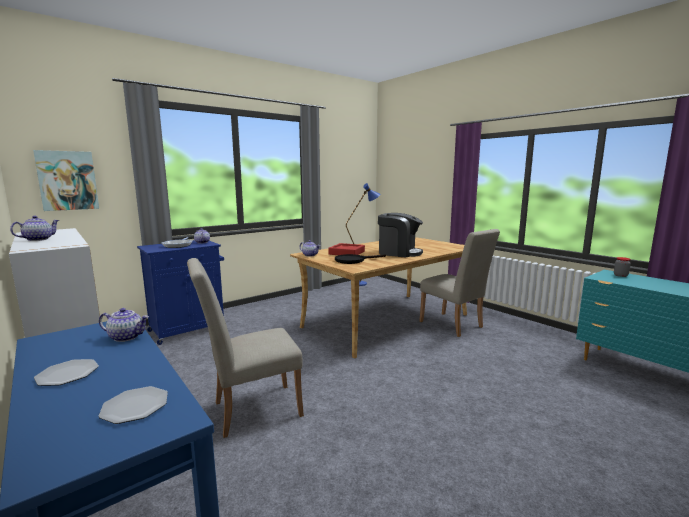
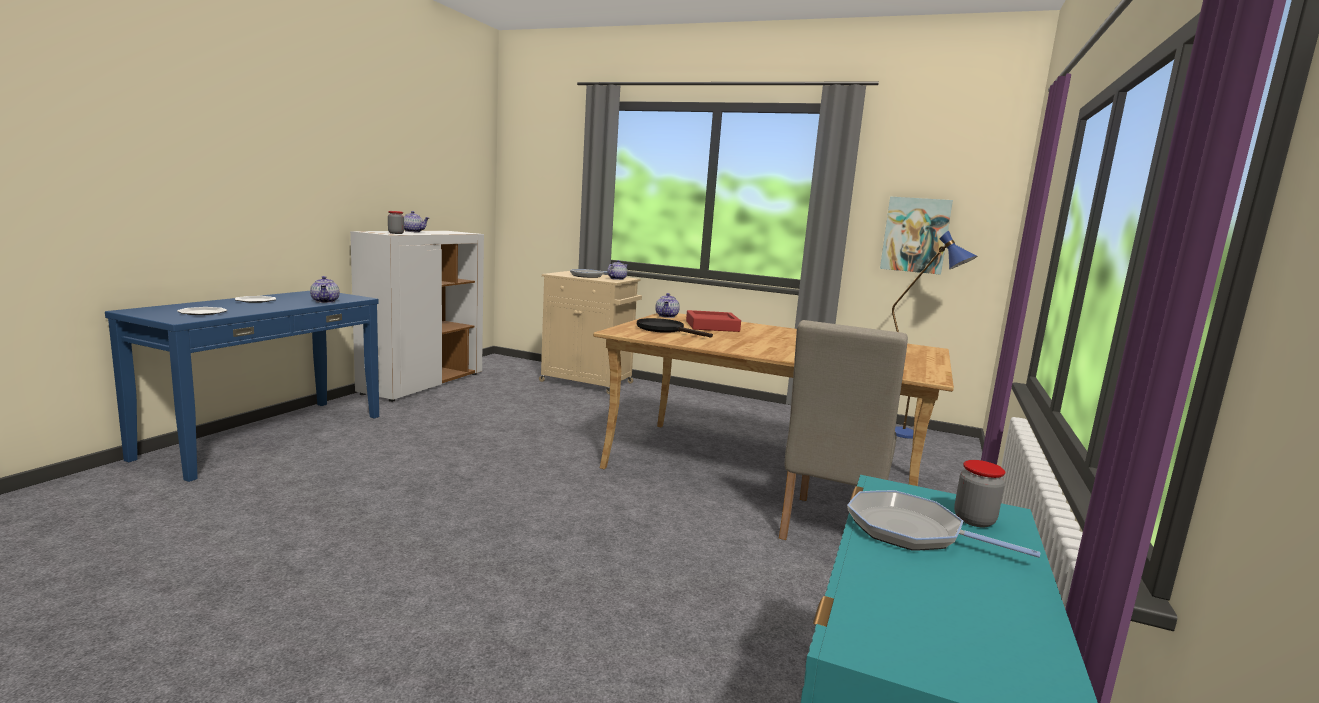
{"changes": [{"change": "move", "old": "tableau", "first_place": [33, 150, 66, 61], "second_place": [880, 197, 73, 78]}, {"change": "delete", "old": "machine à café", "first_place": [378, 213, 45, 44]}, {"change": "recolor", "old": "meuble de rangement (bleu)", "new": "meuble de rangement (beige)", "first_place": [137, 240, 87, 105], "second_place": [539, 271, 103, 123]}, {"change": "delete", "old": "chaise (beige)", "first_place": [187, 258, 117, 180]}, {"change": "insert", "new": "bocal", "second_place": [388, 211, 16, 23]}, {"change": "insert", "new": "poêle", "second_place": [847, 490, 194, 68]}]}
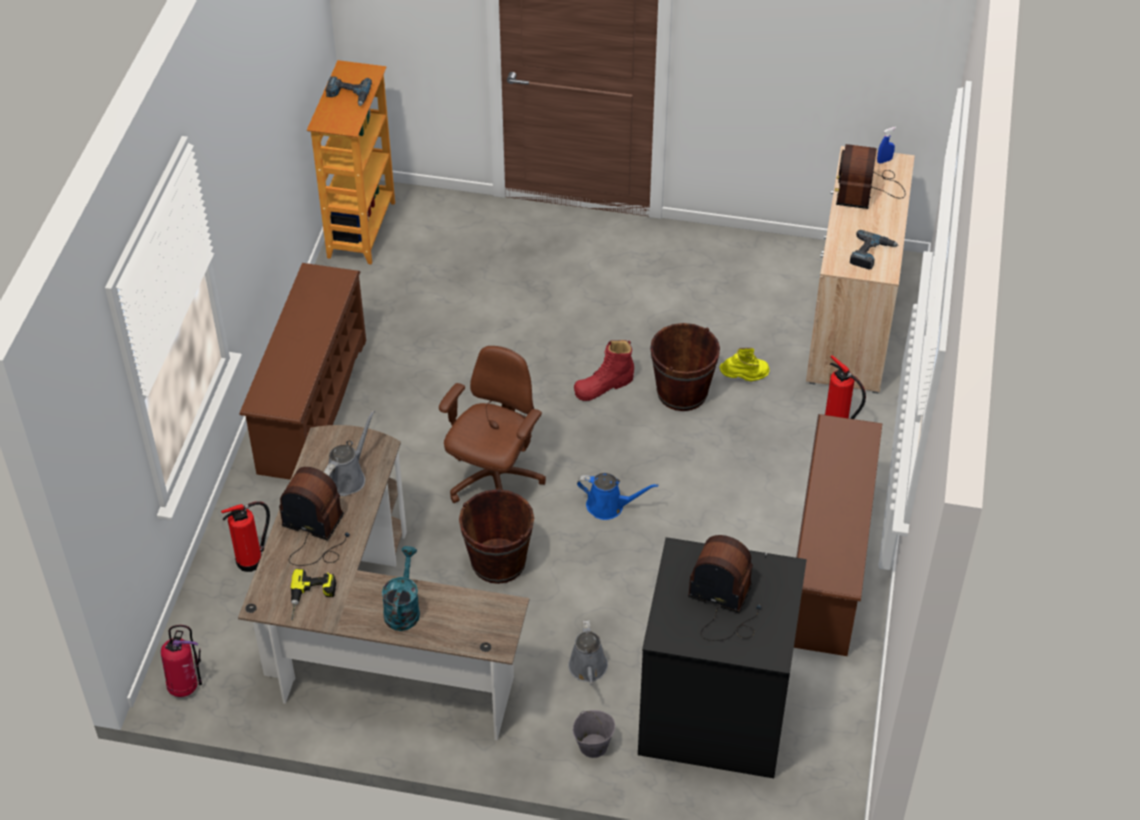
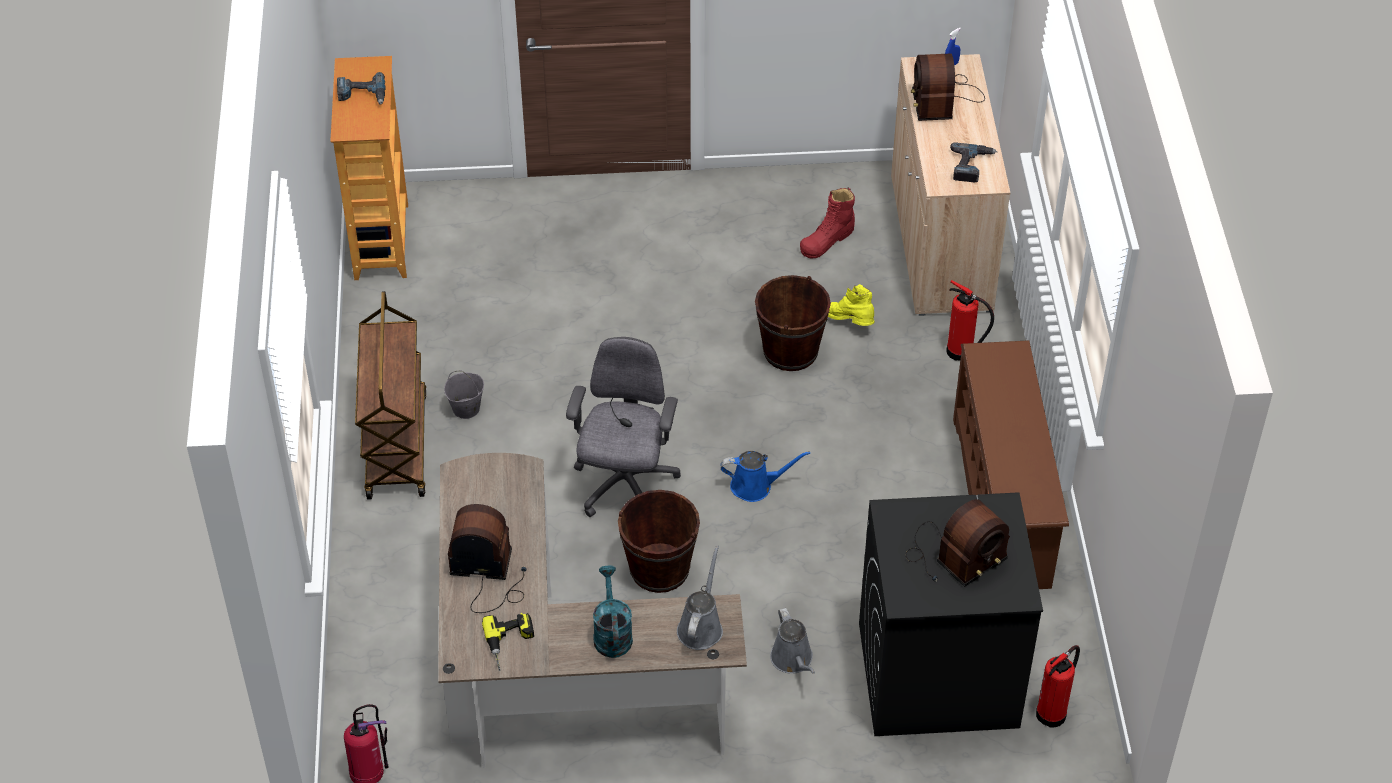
{"changes": [{"change": "replace", "old": "étagère à chaussures (marron)", "new": "chariot (marron)", "first_place": [240, 263, 126, 217], "second_place": [355, 291, 72, 209]}, {"change": "move", "old": "botte (rouge)", "first_place": [574, 340, 60, 61], "second_place": [800, 188, 55, 71]}, {"change": "recolor", "old": "chaise de bureau (marron)", "new": "chaise de bureau (gris)", "first_place": [439, 346, 107, 157], "second_place": [566, 337, 115, 180]}, {"change": "rotate", "old": "botte (jaune)", "first_place": [720, 348, 50, 33], "second_place": [828, 284, 46, 42], "degrees": -105}, {"change": "move", "old": "arrosoir (gris)", "first_place": [324, 410, 51, 86], "second_place": [677, 545, 46, 105]}, {"change": "move", "old": "extincteur", "first_place": [221, 501, 49, 71], "second_place": [1036, 645, 44, 83]}, {"change": "rotate", "old": "radio", "first_place": [688, 535, 74, 106], "second_place": [906, 499, 104, 88], "degrees": 135}, {"change": "move", "old": "seau (gris)", "first_place": [573, 710, 42, 48], "second_place": [444, 371, 40, 48]}]}
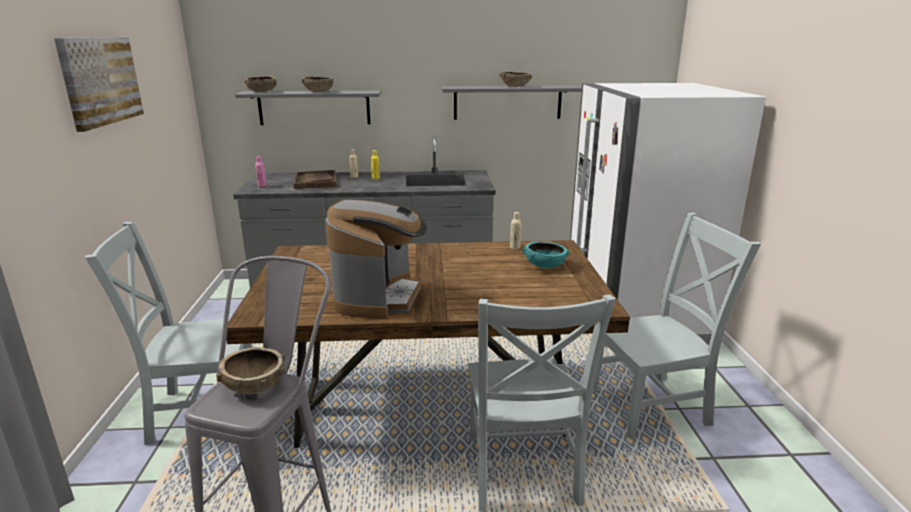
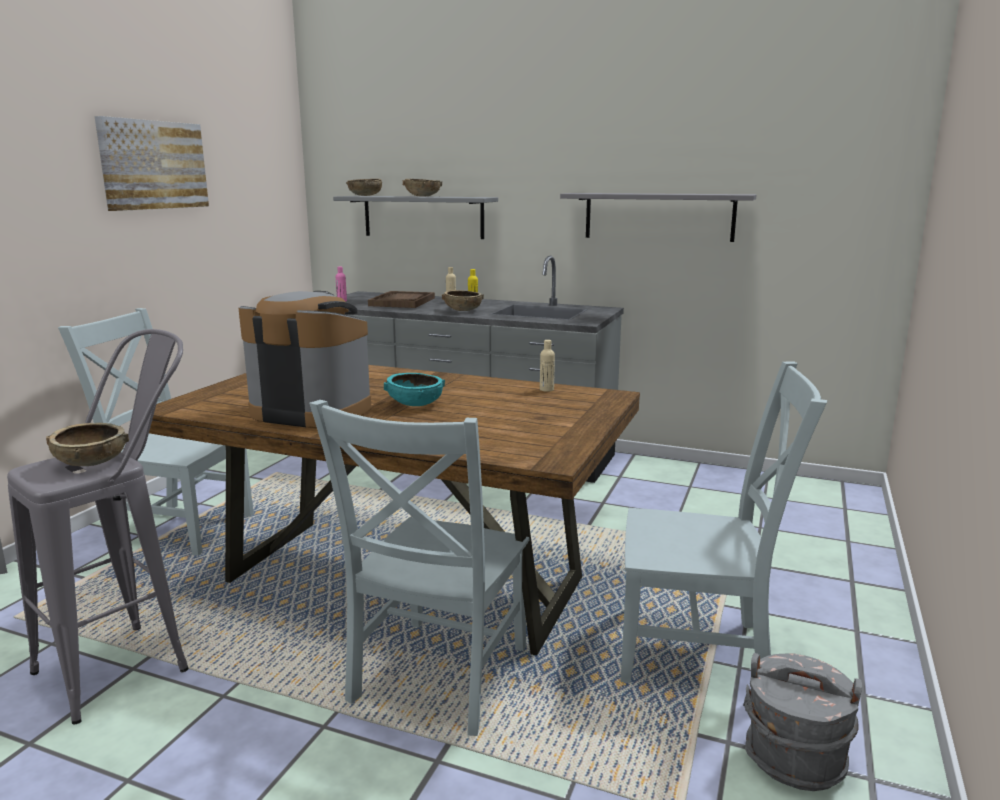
{"changes": [{"change": "move", "old": "bol (marron)", "first_place": [500, 72, 32, 15], "second_place": [442, 290, 42, 21]}, {"change": "delete", "old": "réfrigérateur (blanc)", "first_place": [570, 83, 196, 263]}, {"change": "rotate", "old": "machine à café", "first_place": [325, 199, 102, 120], "second_place": [239, 291, 132, 137], "degrees": -105}, {"change": "move", "old": "bol (turquoise)", "first_place": [523, 242, 46, 26], "second_place": [384, 373, 61, 33]}, {"change": "insert", "new": "seau (gris)", "second_place": [743, 653, 119, 138]}]}
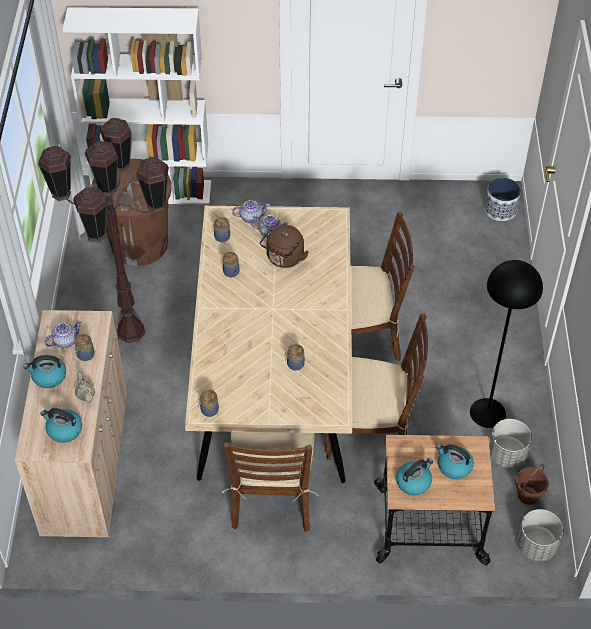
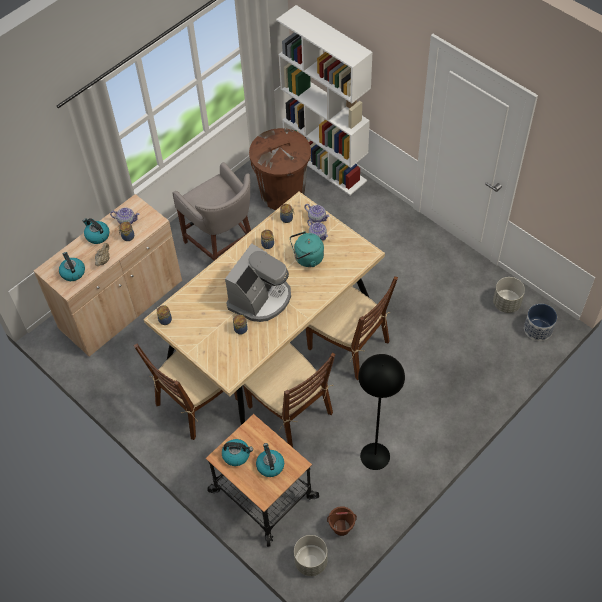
{"changes": [{"change": "replace", "old": "lampadaire (marron)", "new": "tabouret (gris)", "first_place": [38, 118, 131, 225], "second_place": [173, 162, 78, 99]}, {"change": "recolor", "old": "bouilloire (marron)", "new": "bouilloire (turquoise)", "first_place": [260, 225, 49, 43], "second_place": [290, 231, 34, 36]}, {"change": "move", "old": "cache-pot (gris)", "first_place": [489, 419, 43, 49], "second_place": [493, 277, 32, 36]}, {"change": "insert", "new": "machine à café", "second_place": [225, 243, 66, 79]}]}
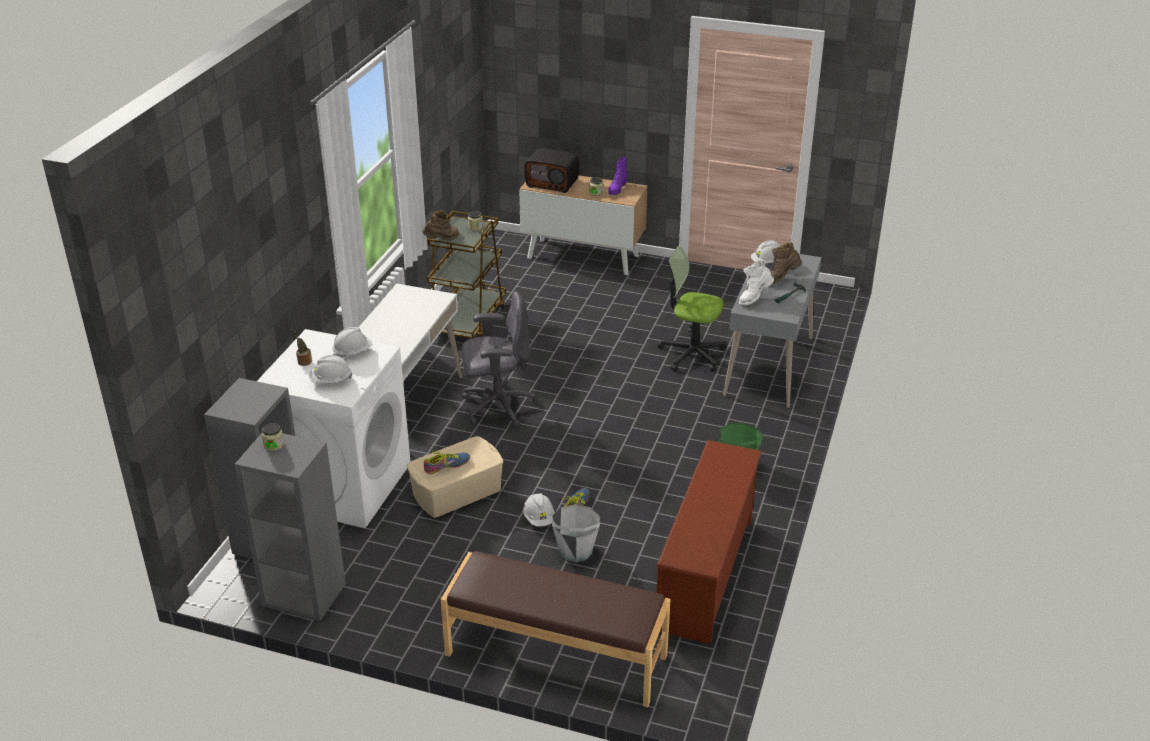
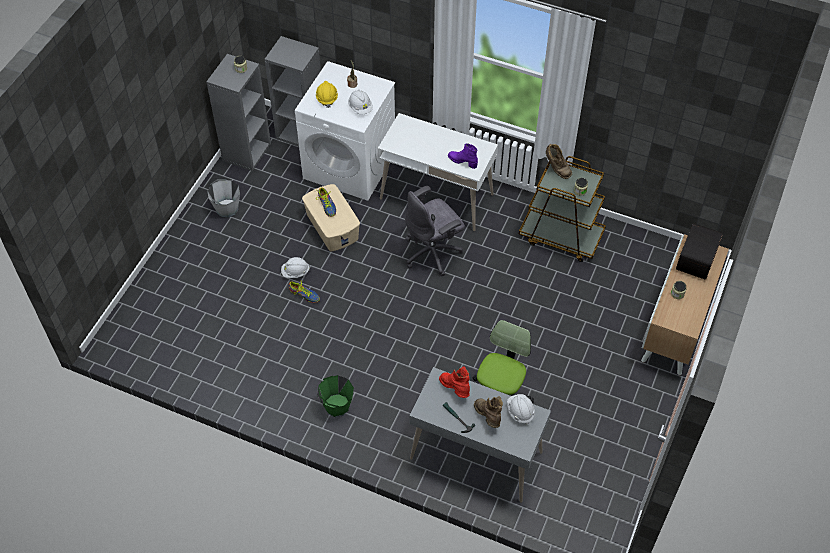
{"changes": [{"change": "move", "old": "botte (violet)", "first_place": [608, 157, 20, 38], "second_place": [448, 143, 30, 26]}, {"change": "recolor", "old": "botte (blanc)", "new": "botte (rouge)", "first_place": [739, 260, 35, 45], "second_place": [439, 366, 31, 32]}, {"change": "rotate", "old": "chaise de bureau (gris)", "first_place": [462, 291, 75, 136], "second_place": [405, 186, 60, 90], "degrees": 60}, {"change": "recolor", "old": "casque de chantier (blanc)", "new": "casque de chantier (jaune)", "first_place": [309, 355, 43, 28], "second_place": [316, 81, 22, 27]}, {"change": "delete", "old": "étagère à chaussures (marron)", "first_place": [656, 440, 106, 204]}, {"change": "move", "old": "seau (gris)", "first_place": [552, 504, 48, 58], "second_place": [207, 179, 33, 39]}, {"change": "delete", "old": "banc (marron)", "first_place": [441, 551, 230, 156]}]}
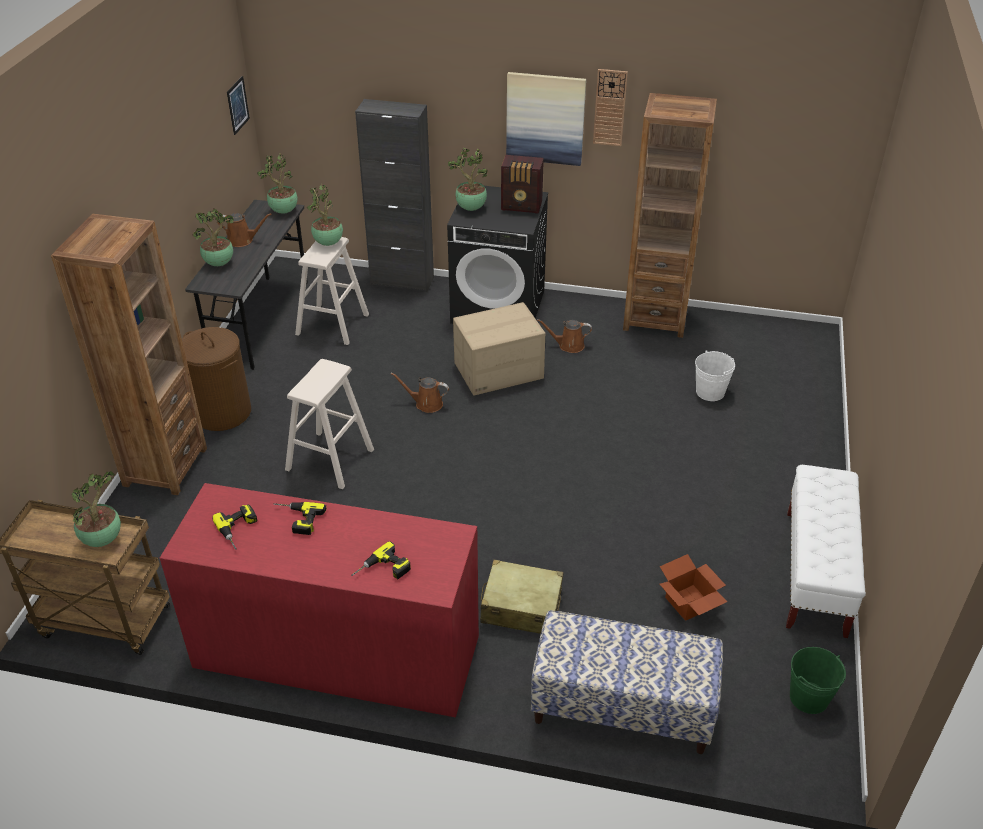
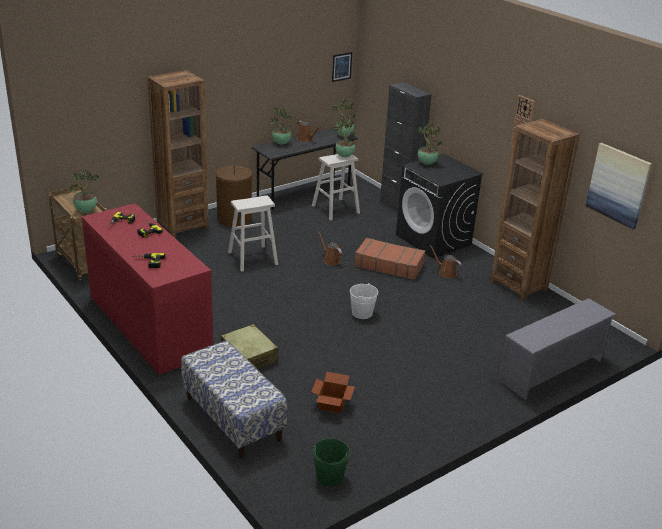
{"changes": [{"change": "move", "old": "tableau", "first_place": [506, 72, 80, 94], "second_place": [586, 143, 66, 86]}, {"change": "delete", "old": "radio", "first_place": [501, 155, 43, 59]}, {"change": "replace", "old": "carton", "new": "valise (marron)", "first_place": [453, 302, 92, 94], "second_place": [354, 238, 71, 42]}, {"change": "move", "old": "seau (blanc)", "first_place": [695, 350, 40, 51], "second_place": [350, 283, 28, 36]}, {"change": "delete", "old": "banc (blanc)", "first_place": [786, 465, 80, 173]}, {"change": "insert", "new": "étagère à chaussures (gris)", "second_place": [499, 298, 118, 102]}]}
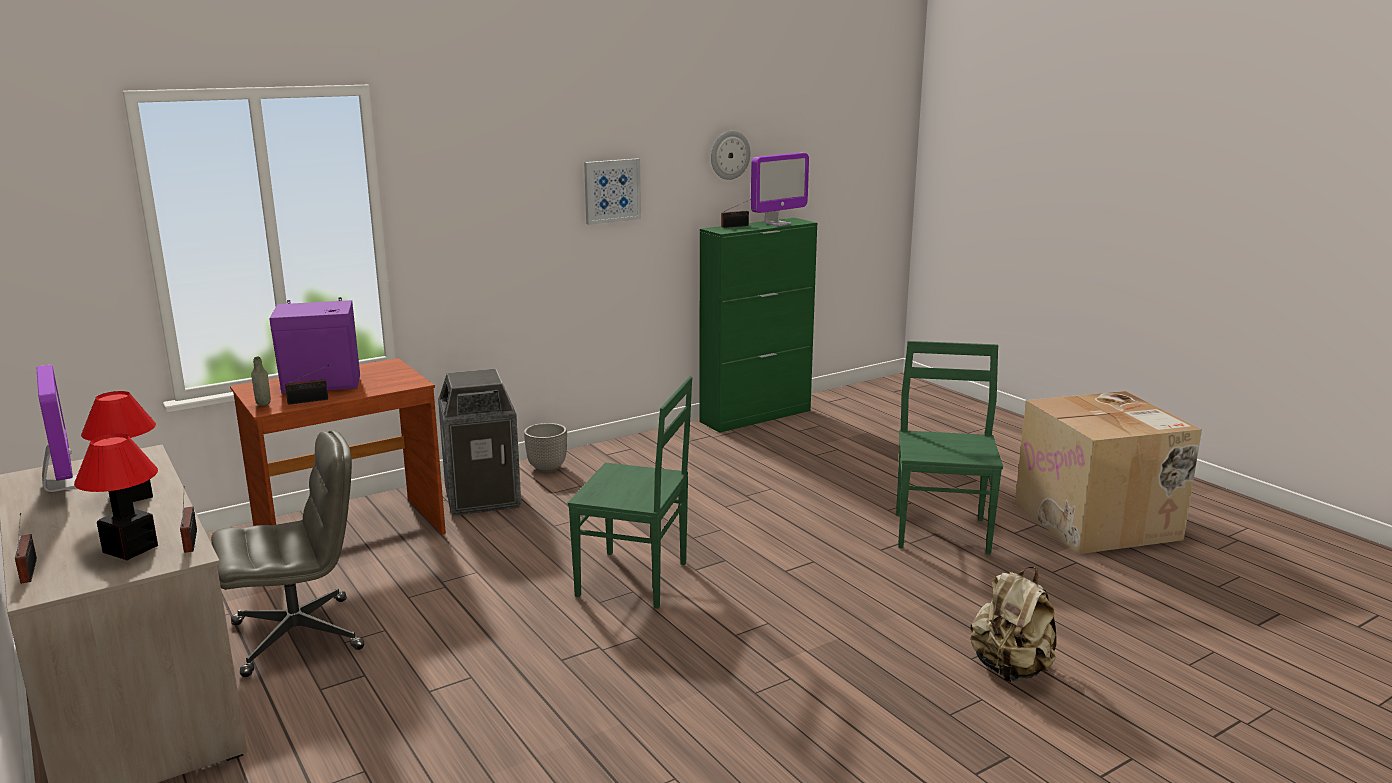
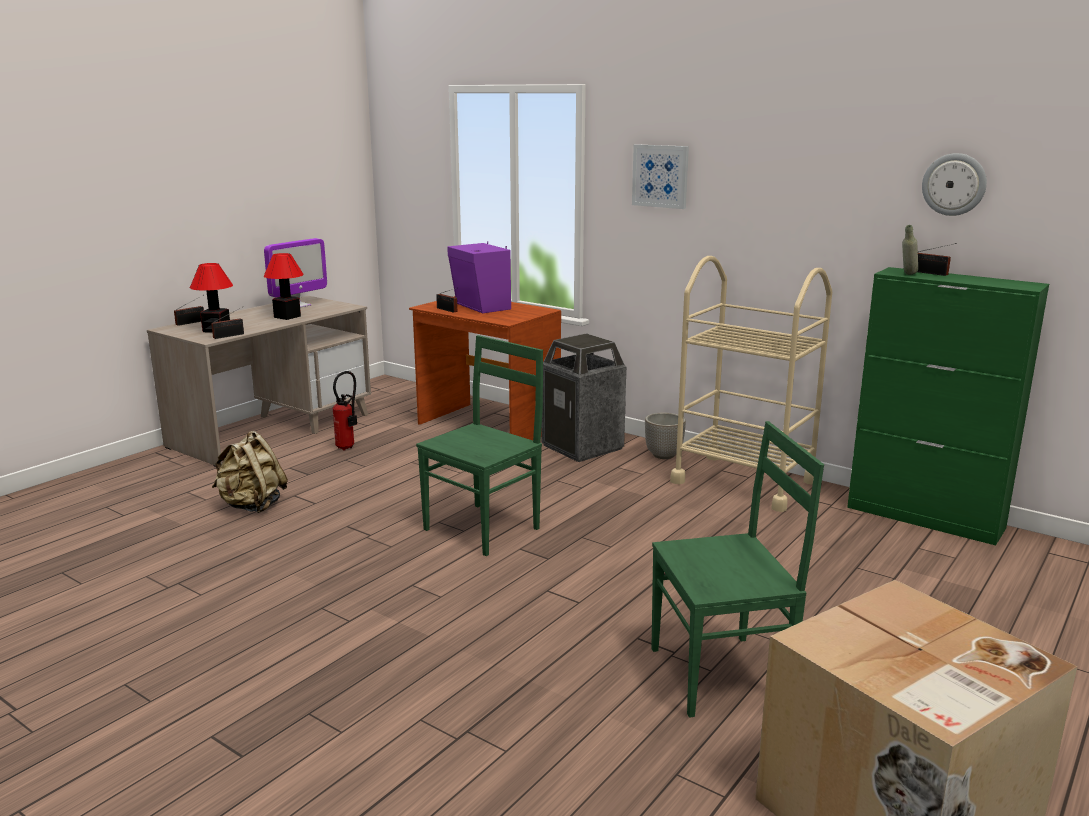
{"changes": [{"change": "delete", "old": "écran d'ordinateur", "first_place": [751, 153, 58, 73]}, {"change": "move", "old": "tableau", "first_place": [584, 158, 57, 67], "second_place": [632, 144, 57, 65]}, {"change": "move", "old": "bouteille (gris)", "first_place": [251, 357, 20, 49], "second_place": [902, 225, 16, 50]}, {"change": "rotate", "old": "chaise (vert)", "first_place": [568, 376, 124, 233], "second_place": [416, 335, 127, 221], "degrees": -135}, {"change": "replace", "old": "chaise de bureau (gris)", "new": "extincteur", "first_place": [211, 430, 153, 247], "second_place": [333, 371, 24, 79]}, {"change": "move", "old": "sac à dos (beige)", "first_place": [970, 567, 87, 115], "second_place": [212, 431, 76, 82]}, {"change": "insert", "new": "chariot (beige)", "second_place": [670, 256, 162, 256]}]}
